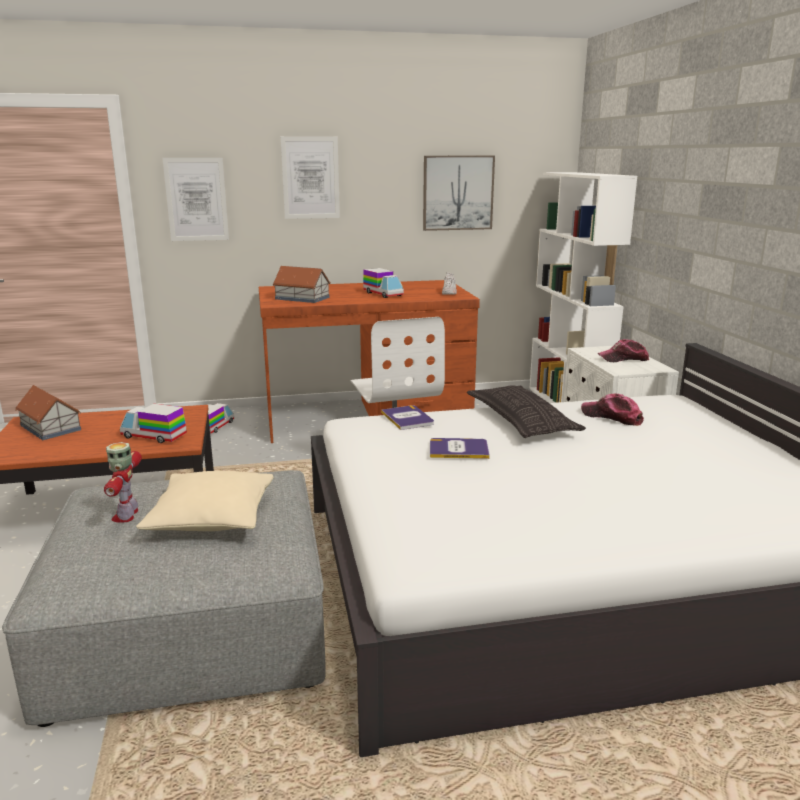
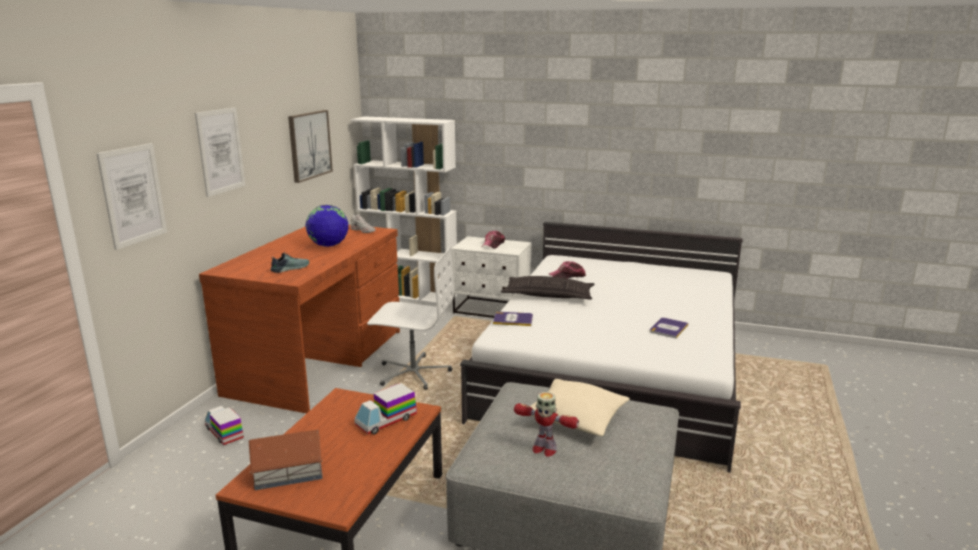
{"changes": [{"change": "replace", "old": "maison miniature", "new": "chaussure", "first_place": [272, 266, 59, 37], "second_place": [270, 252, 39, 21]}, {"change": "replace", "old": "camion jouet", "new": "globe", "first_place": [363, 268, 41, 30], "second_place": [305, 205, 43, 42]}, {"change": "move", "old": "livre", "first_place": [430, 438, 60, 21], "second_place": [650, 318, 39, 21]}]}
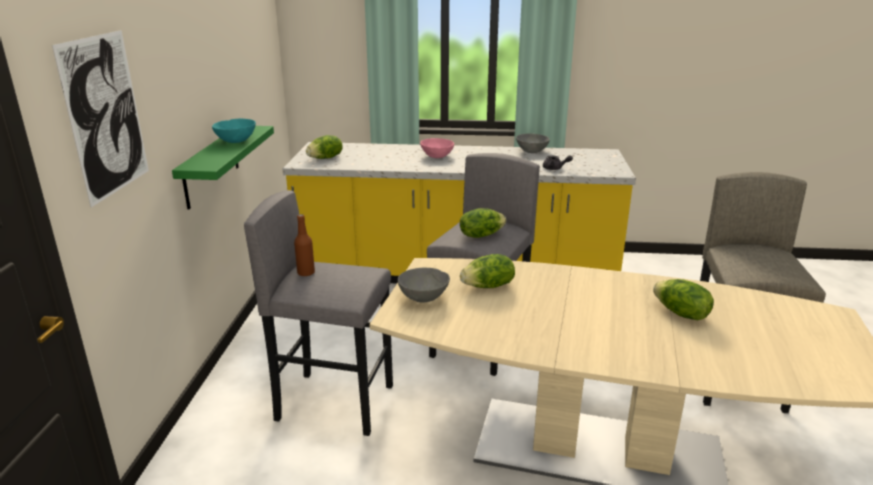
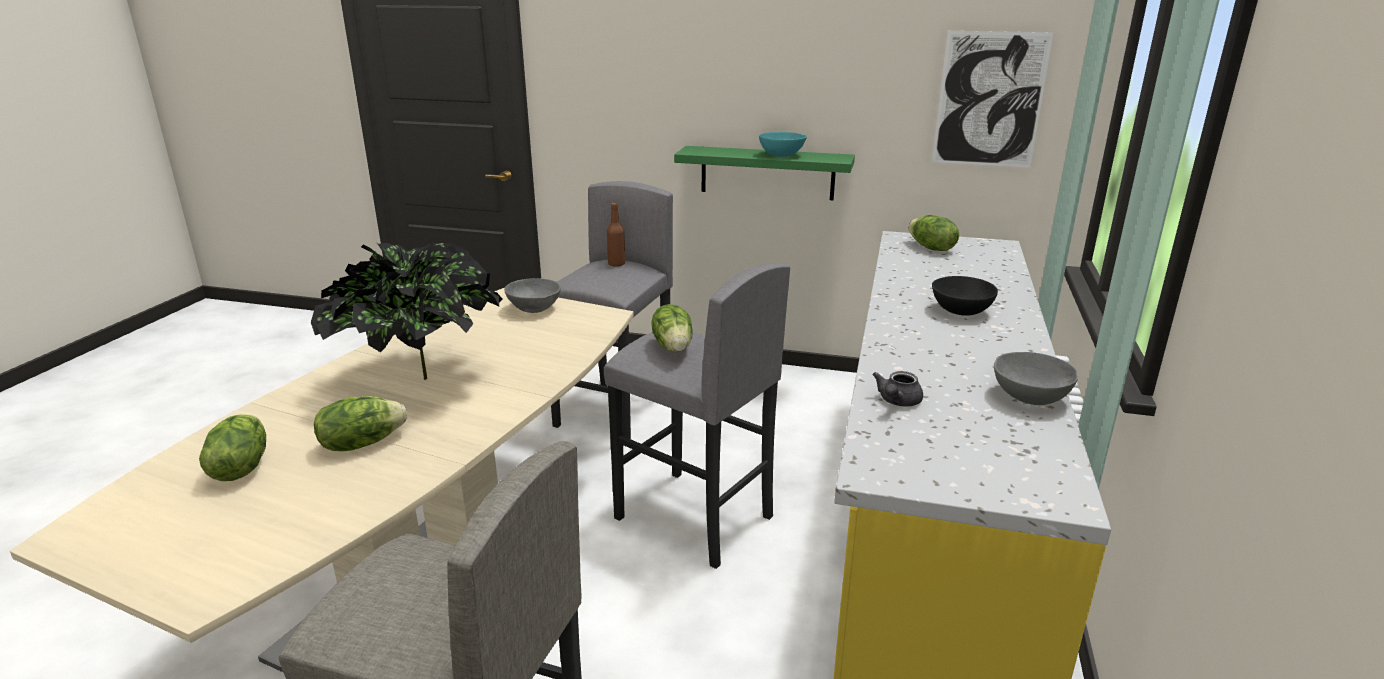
{"changes": [{"change": "move", "old": "tableau", "first_place": [52, 30, 97, 177], "second_place": [932, 31, 122, 137]}, {"change": "recolor", "old": "bol (rose)", "new": "bol (noir)", "first_place": [420, 138, 34, 20], "second_place": [932, 276, 66, 40]}, {"change": "move", "old": "laitue", "first_place": [460, 254, 55, 34], "second_place": [199, 414, 67, 67]}, {"change": "insert", "new": "plante en pot", "second_place": [311, 243, 191, 137]}]}
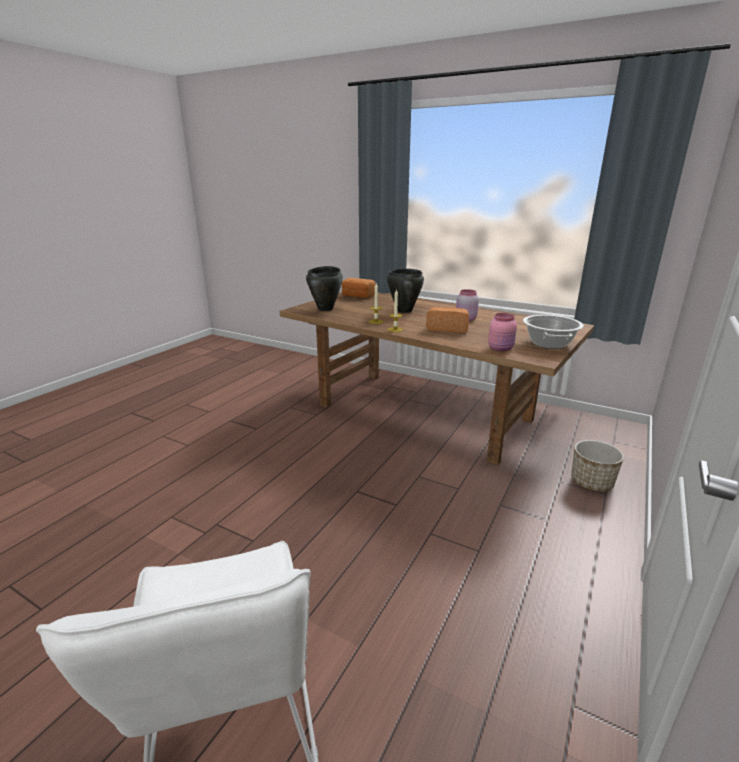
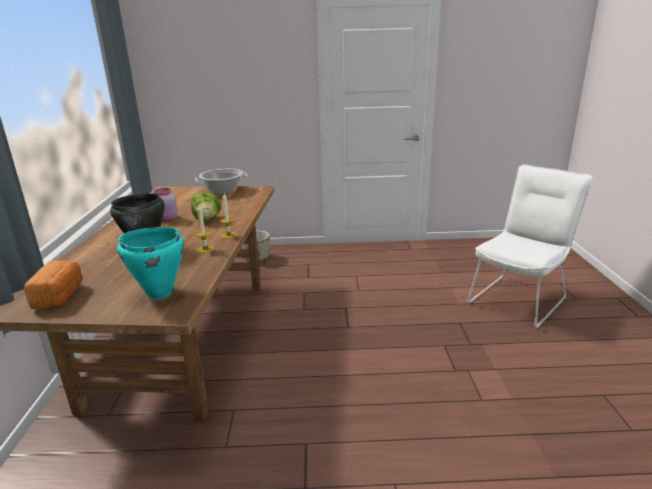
{"changes": [{"change": "recolor", "old": "marmite (noir)", "new": "marmite (turquoise)", "first_place": [306, 266, 37, 45], "second_place": [117, 227, 67, 72]}, {"change": "replace", "old": "pain", "new": "laitue", "first_place": [426, 307, 43, 26], "second_place": [191, 192, 30, 29]}, {"change": "delete", "old": "bocal (rose)", "first_place": [488, 313, 29, 39]}]}
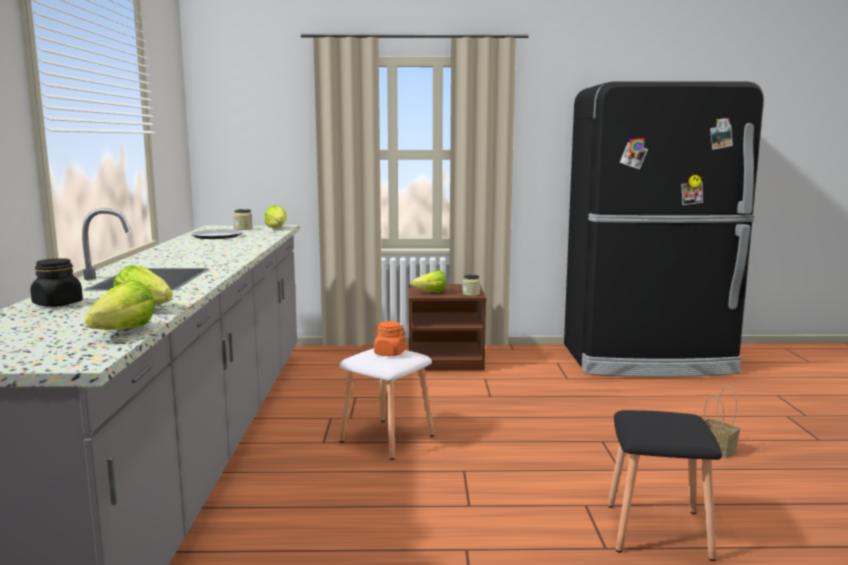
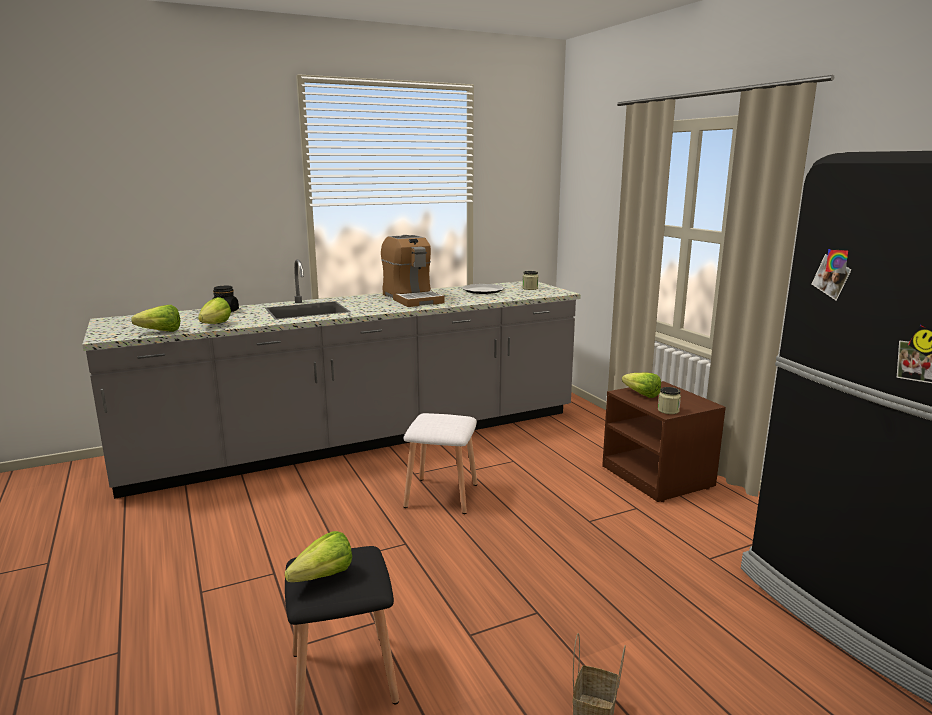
{"changes": [{"change": "move", "old": "laitue", "first_place": [265, 205, 22, 23], "second_place": [285, 531, 67, 51]}, {"change": "delete", "old": "bocal (orange)", "first_place": [373, 321, 33, 35]}, {"change": "insert", "new": "machine à café", "second_place": [381, 235, 63, 72]}]}
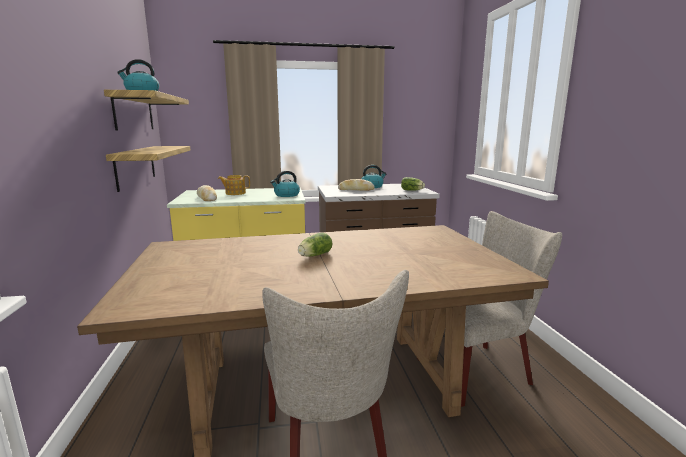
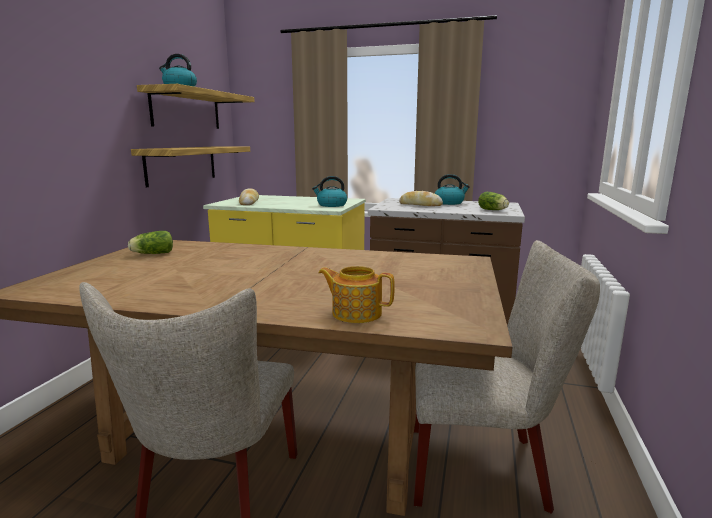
{"changes": [{"change": "move", "old": "théière", "first_place": [218, 175, 32, 20], "second_place": [318, 266, 77, 57]}, {"change": "move", "old": "laitue", "first_place": [298, 232, 34, 25], "second_place": [128, 231, 45, 23]}]}
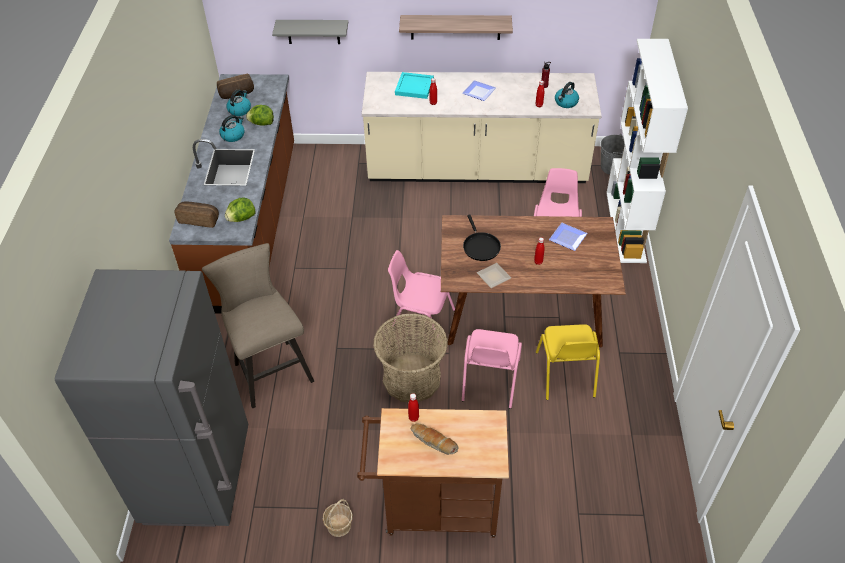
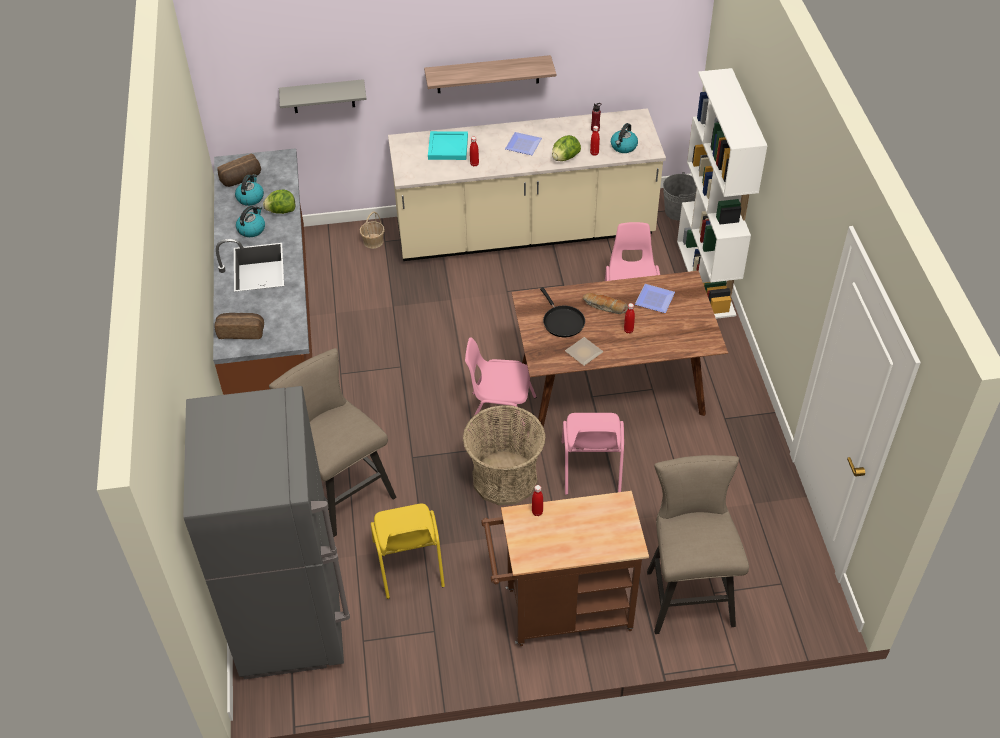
{"changes": [{"change": "move", "old": "laitue", "first_place": [225, 198, 31, 24], "second_place": [552, 135, 29, 26]}, {"change": "move", "old": "chaise (jaune)", "first_place": [536, 324, 64, 76], "second_place": [371, 504, 74, 95]}, {"change": "move", "old": "pain", "first_place": [411, 423, 47, 32], "second_place": [583, 293, 45, 21]}, {"change": "move", "old": "panier", "first_place": [323, 499, 30, 38], "second_place": [360, 211, 25, 38]}, {"change": "insert", "new": "tabouret (beige)", "second_place": [647, 455, 102, 179]}]}
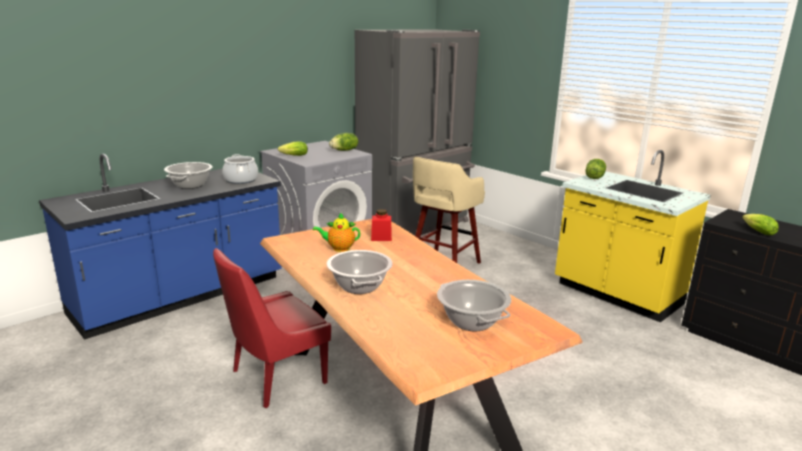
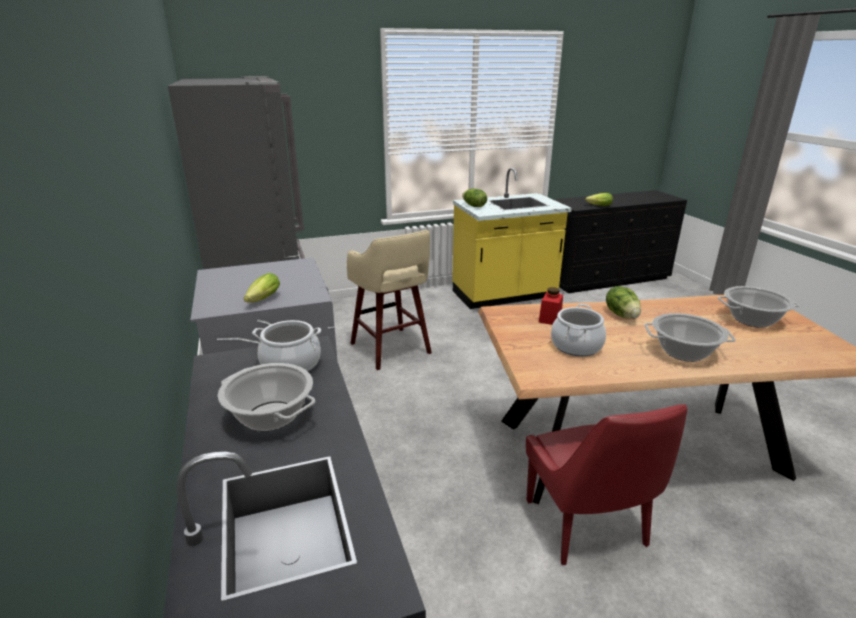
{"changes": [{"change": "move", "old": "laitue", "first_place": [329, 133, 29, 18], "second_place": [606, 286, 35, 33]}, {"change": "replace", "old": "théière", "new": "marmite", "first_place": [313, 213, 47, 39], "second_place": [551, 304, 55, 52]}]}
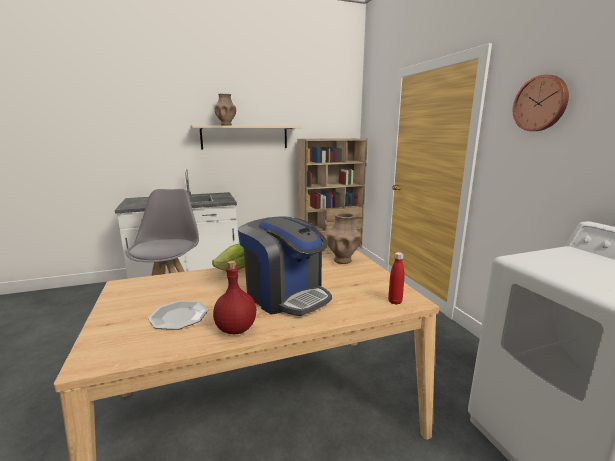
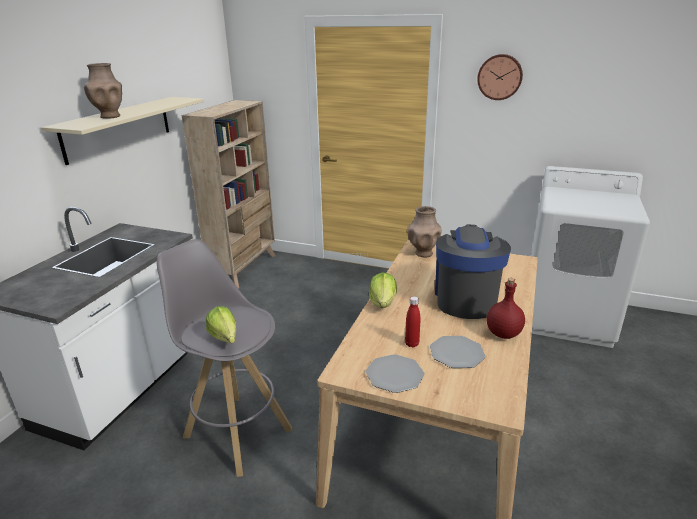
{"changes": [{"change": "rotate", "old": "machine à café", "first_place": [238, 216, 94, 100], "second_place": [435, 224, 76, 95], "degrees": -75}, {"change": "move", "old": "bouteille (rouge)", "first_place": [388, 252, 17, 53], "second_place": [405, 296, 15, 52]}, {"change": "insert", "new": "laitue", "second_place": [206, 306, 30, 37]}, {"change": "insert", "new": "assiette", "second_place": [366, 354, 59, 39]}]}
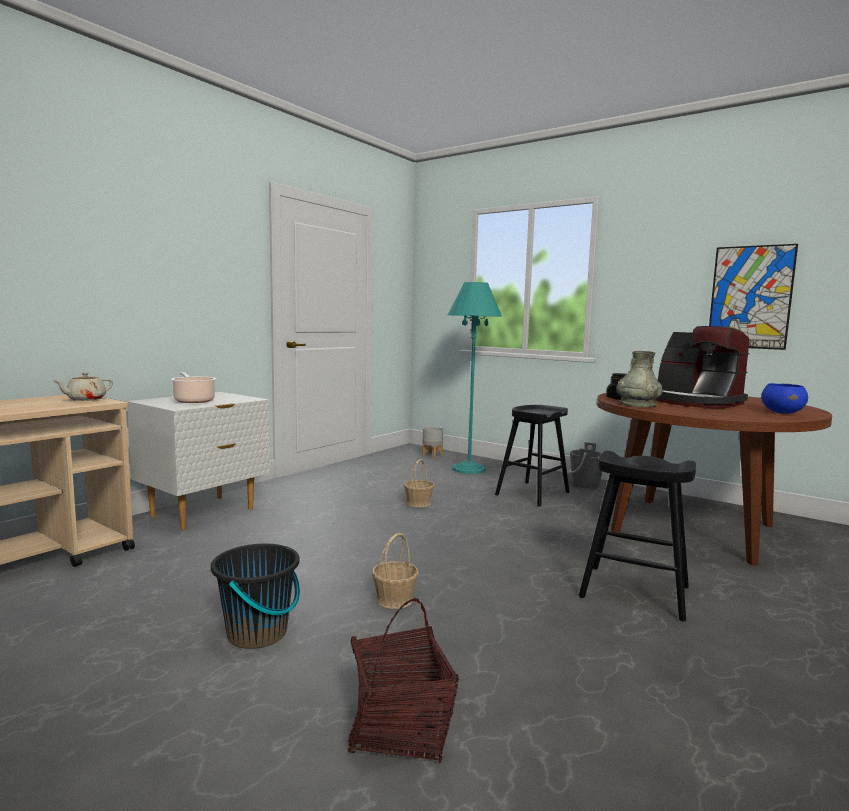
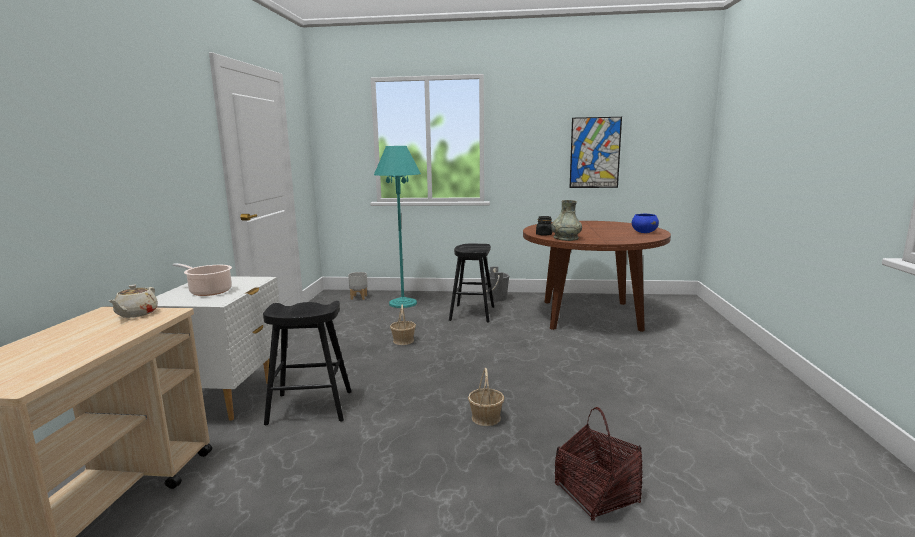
{"changes": [{"change": "delete", "old": "machine à café", "first_place": [655, 326, 94, 82]}, {"change": "move", "old": "tabouret (noir)", "first_place": [579, 451, 117, 170], "second_place": [263, 301, 89, 124]}, {"change": "delete", "old": "seau (noir)", "first_place": [211, 543, 89, 106]}]}
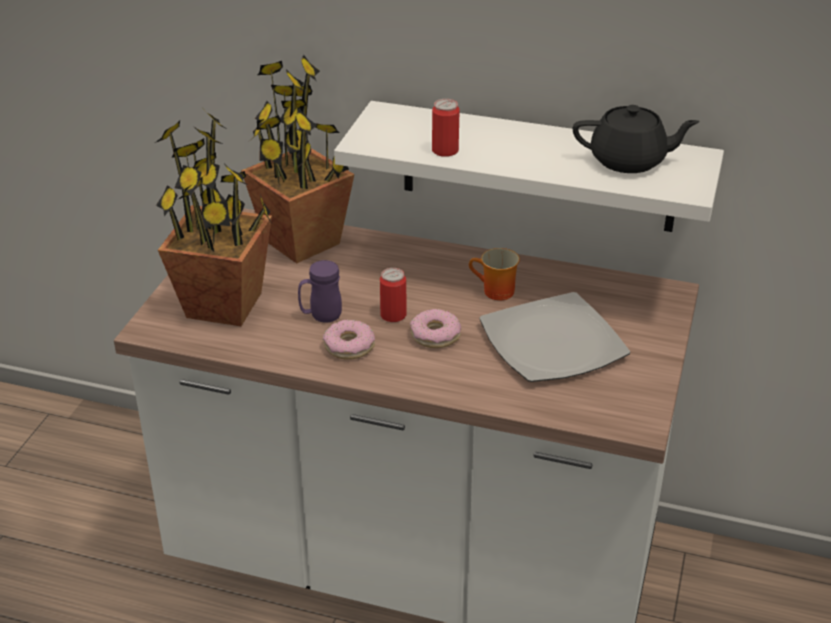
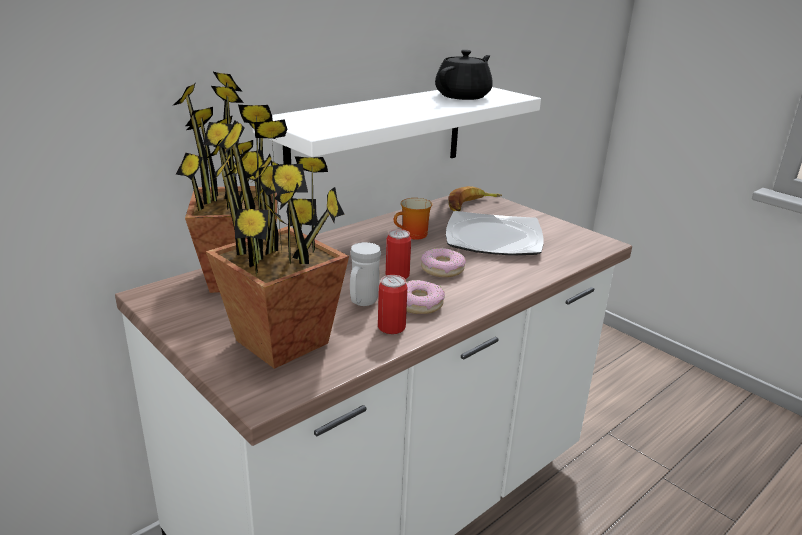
{"changes": [{"change": "move", "old": "boîte métallique", "first_place": [432, 99, 28, 58], "second_place": [378, 275, 29, 59]}, {"change": "recolor", "old": "mug (violet)", "new": "mug (blanc)", "first_place": [298, 260, 44, 63], "second_place": [350, 242, 31, 64]}, {"change": "insert", "new": "banane", "second_place": [448, 186, 54, 25]}]}
